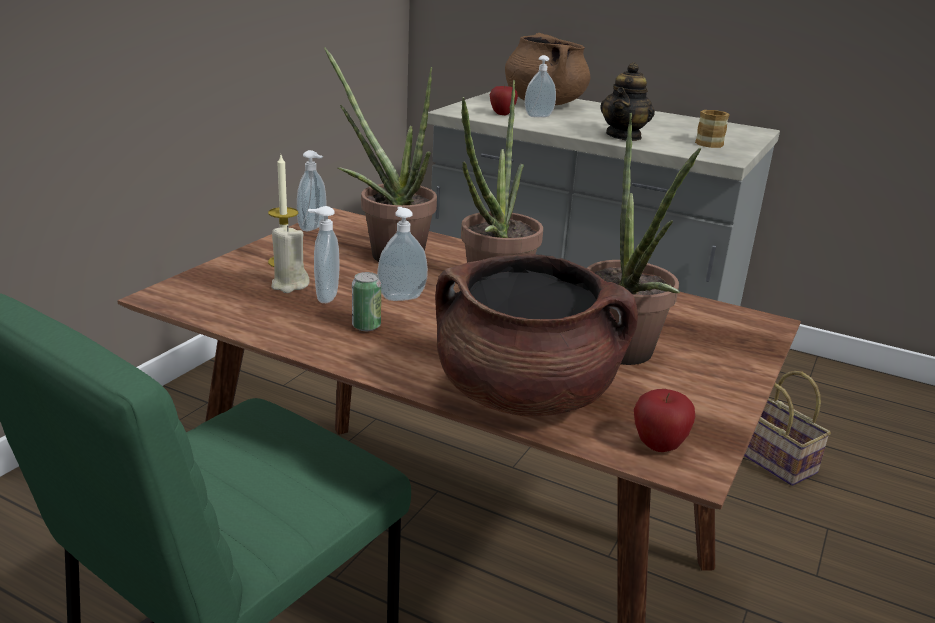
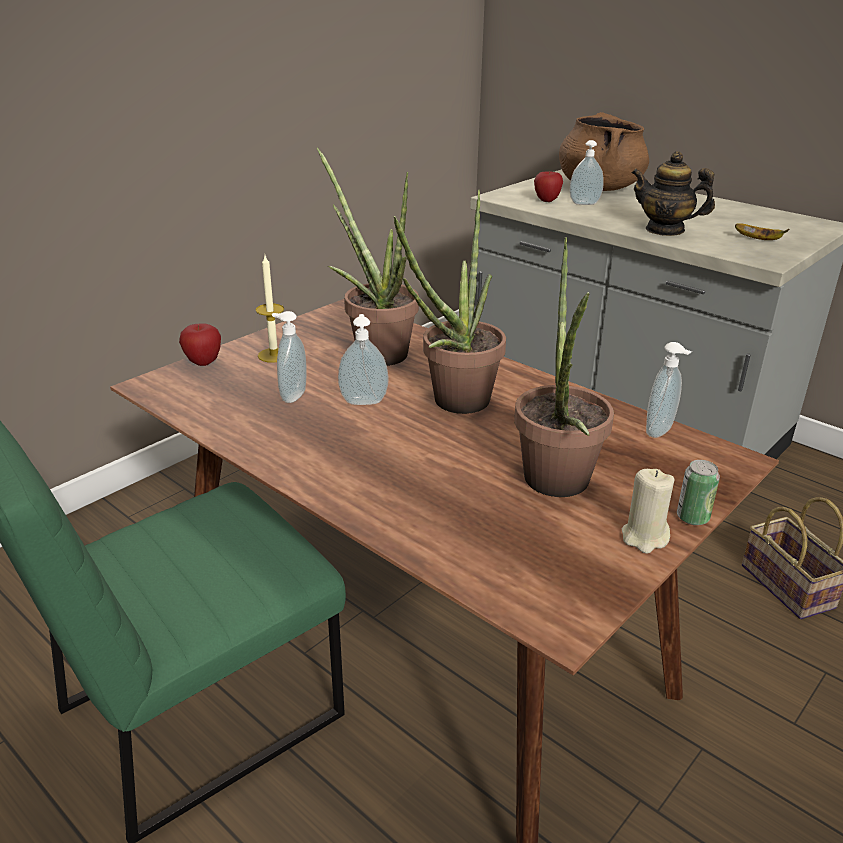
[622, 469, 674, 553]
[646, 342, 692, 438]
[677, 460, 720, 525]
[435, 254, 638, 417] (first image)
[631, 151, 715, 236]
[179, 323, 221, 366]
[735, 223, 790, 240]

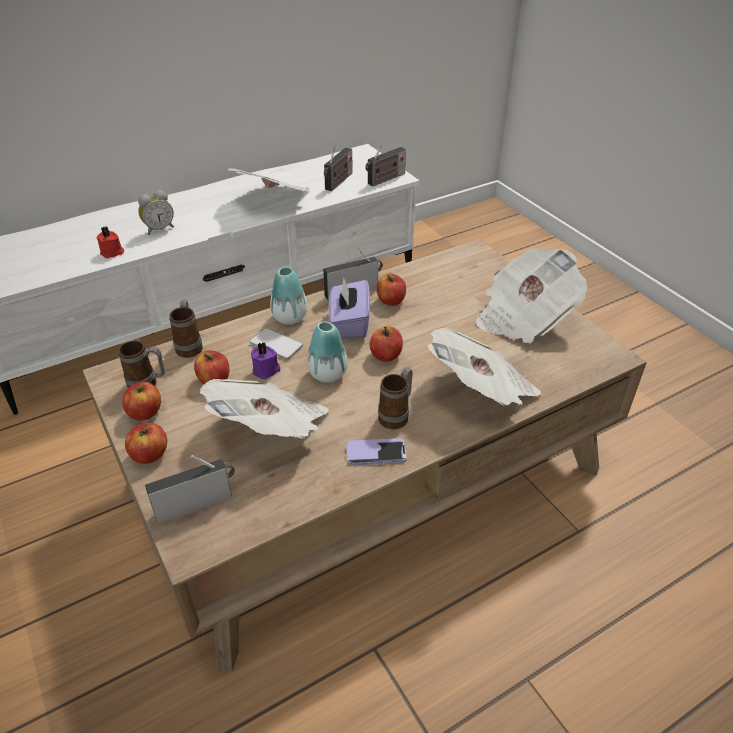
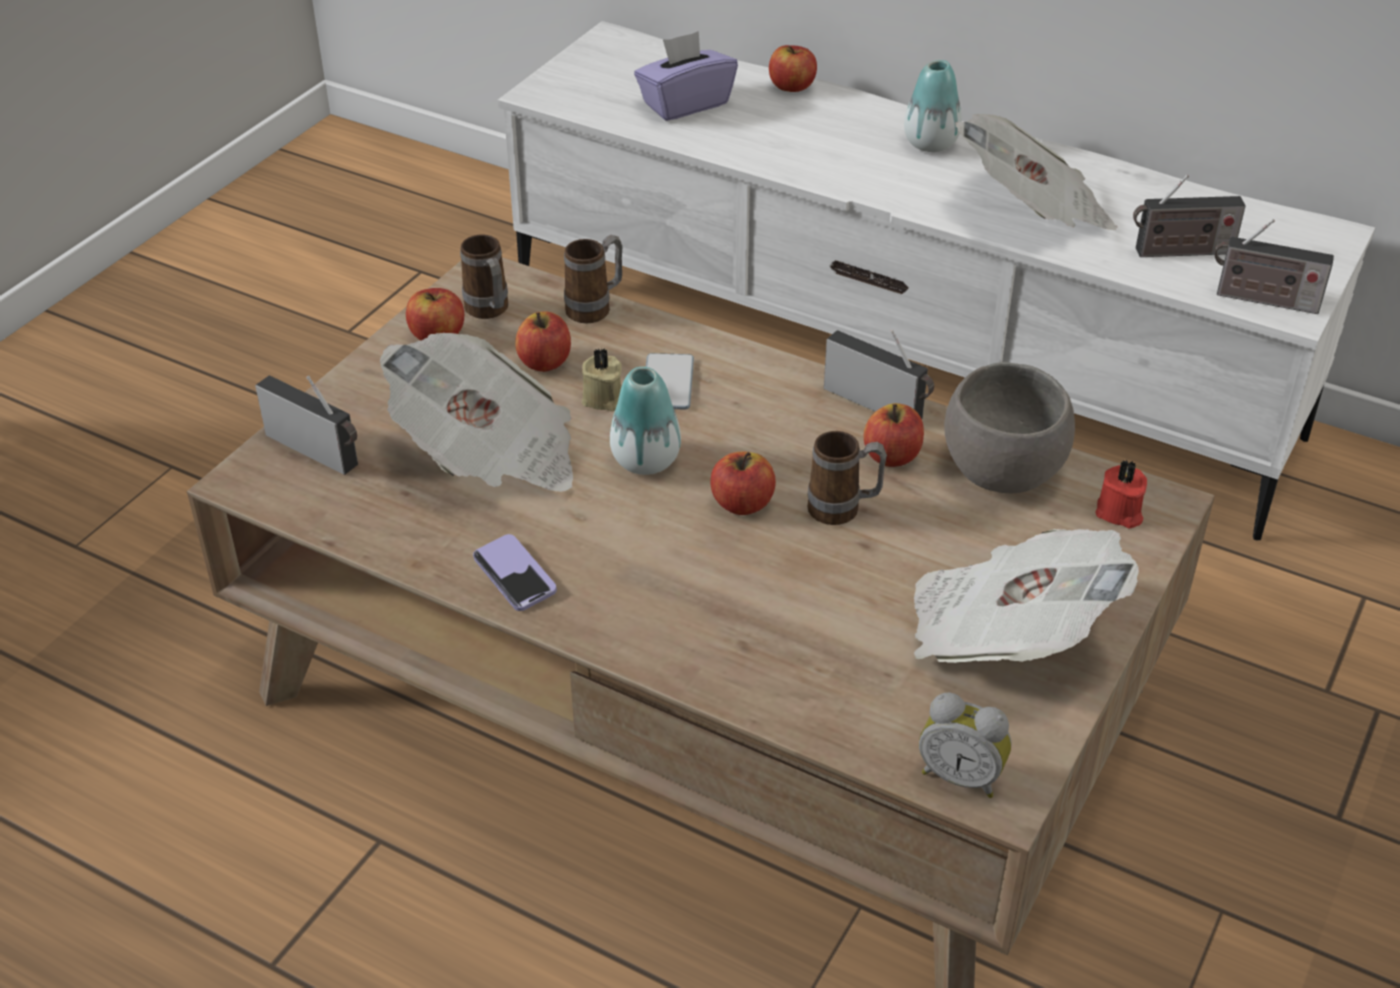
[1095, 460, 1147, 528]
[769, 45, 817, 92]
[919, 692, 1011, 798]
[582, 348, 622, 412]
[904, 60, 962, 152]
[634, 31, 738, 121]
[807, 431, 887, 525]
[427, 328, 541, 406] (first image)
[944, 362, 1075, 494]

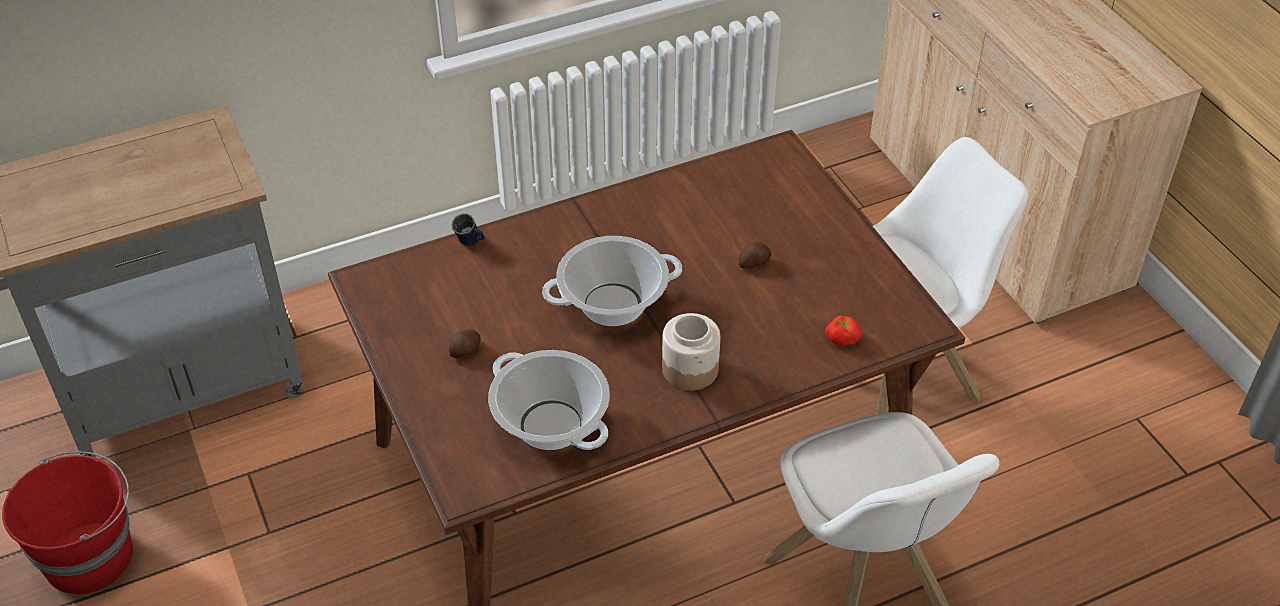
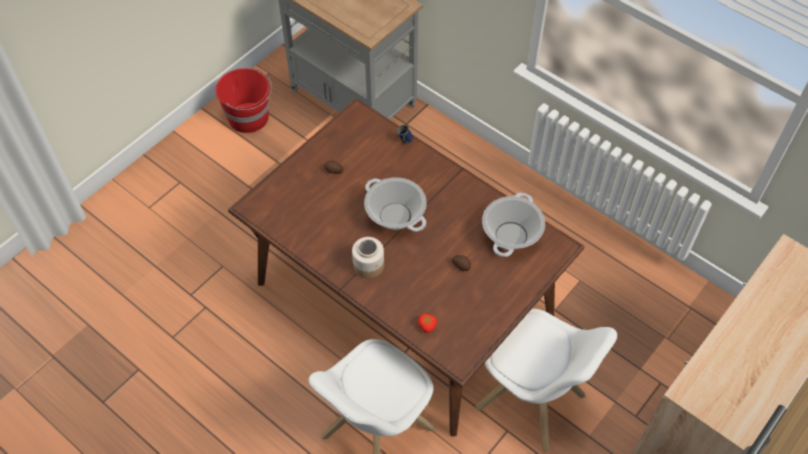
[482, 193, 545, 257]

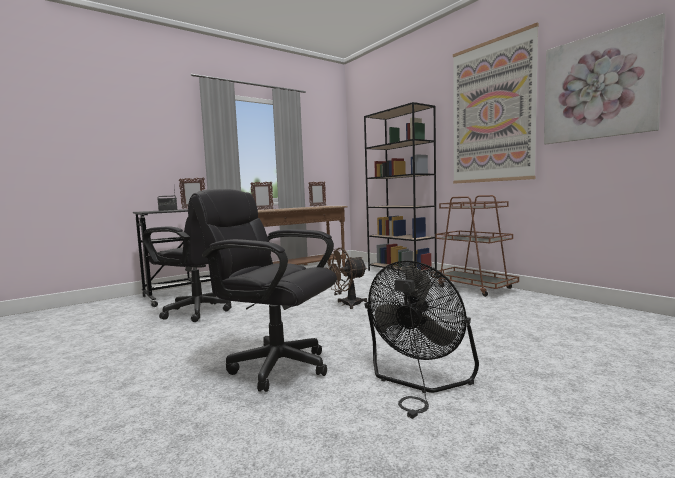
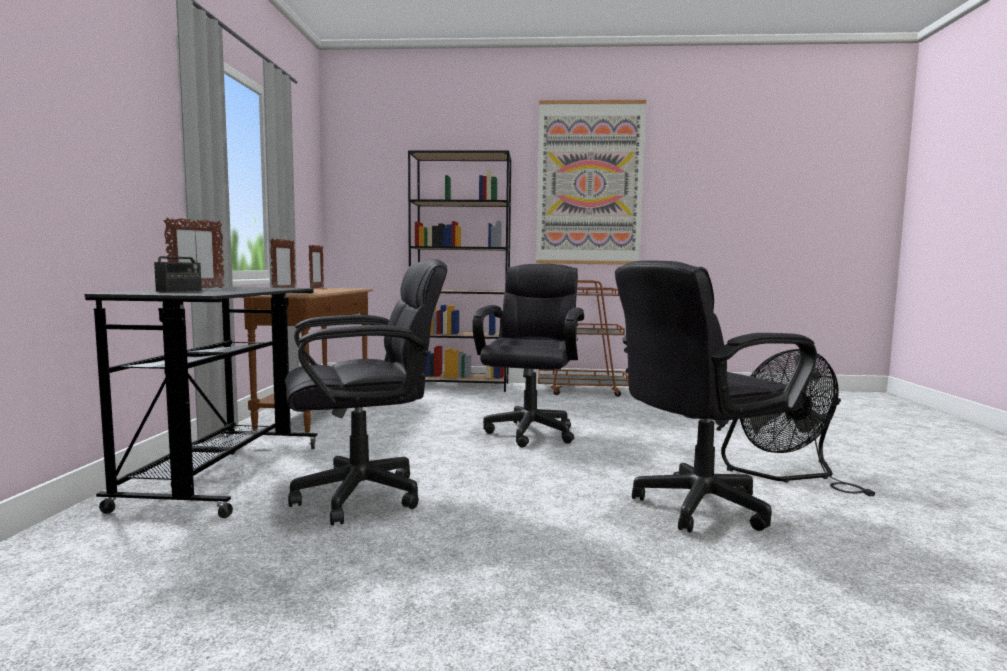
[472, 264, 584, 447]
[544, 13, 665, 144] (first image)

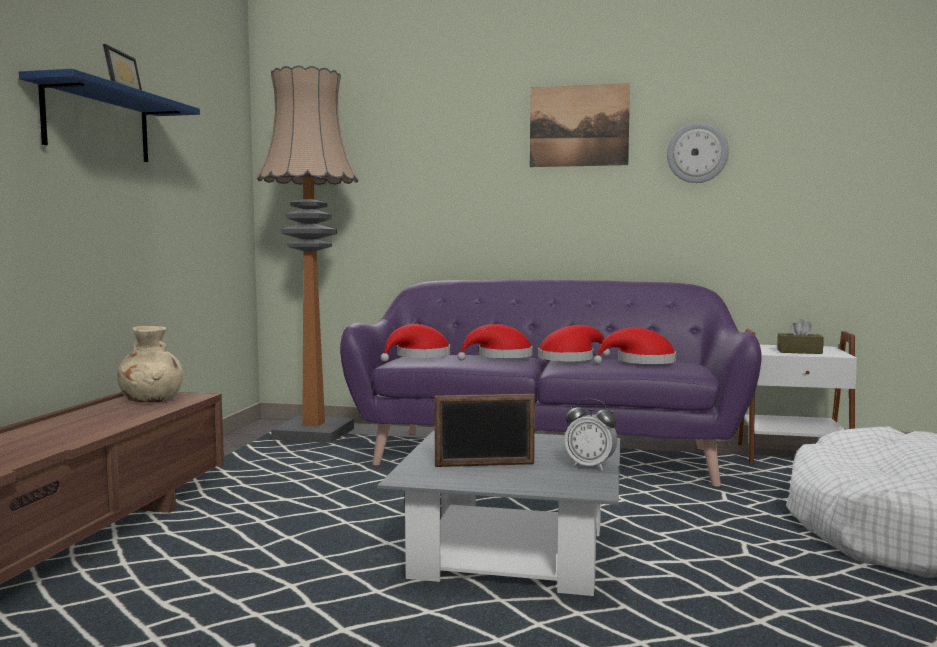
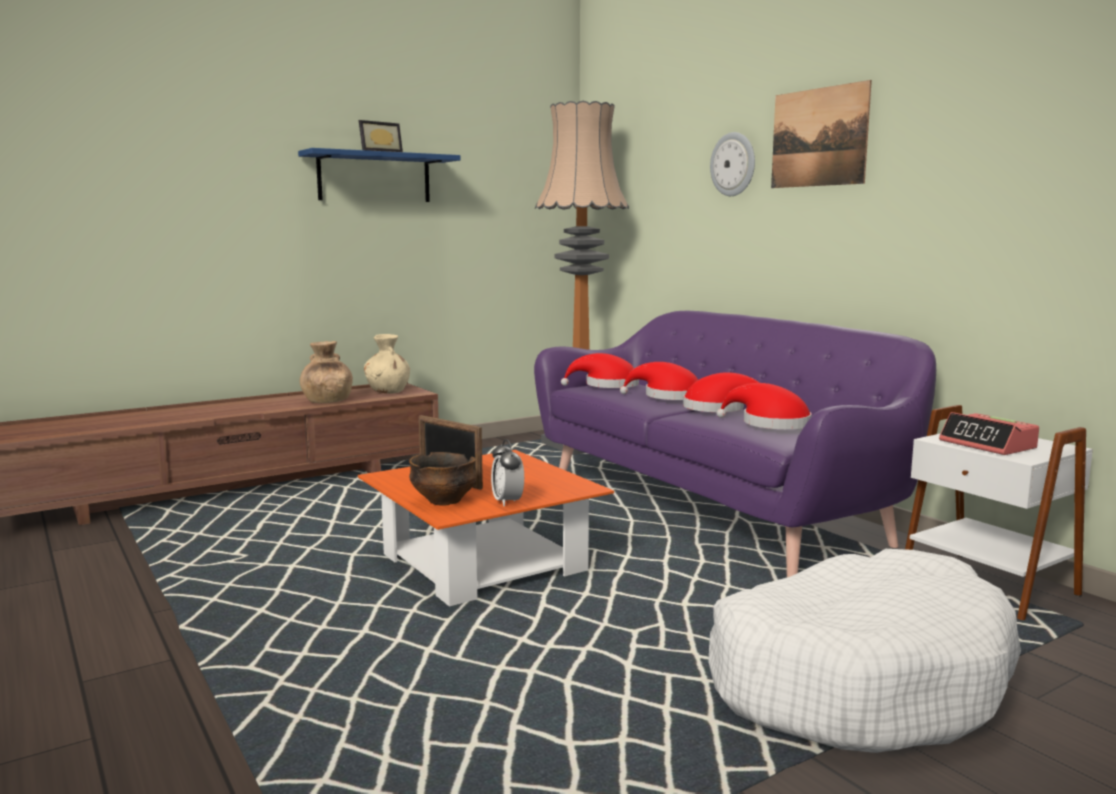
[358, 450, 614, 607]
[710, 132, 755, 196]
[939, 412, 1039, 455]
[300, 341, 353, 403]
[409, 452, 477, 506]

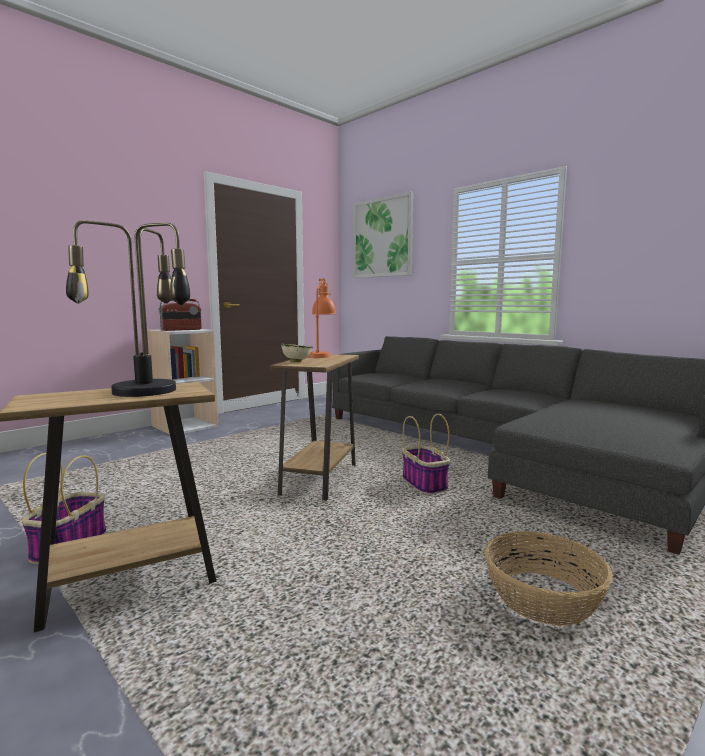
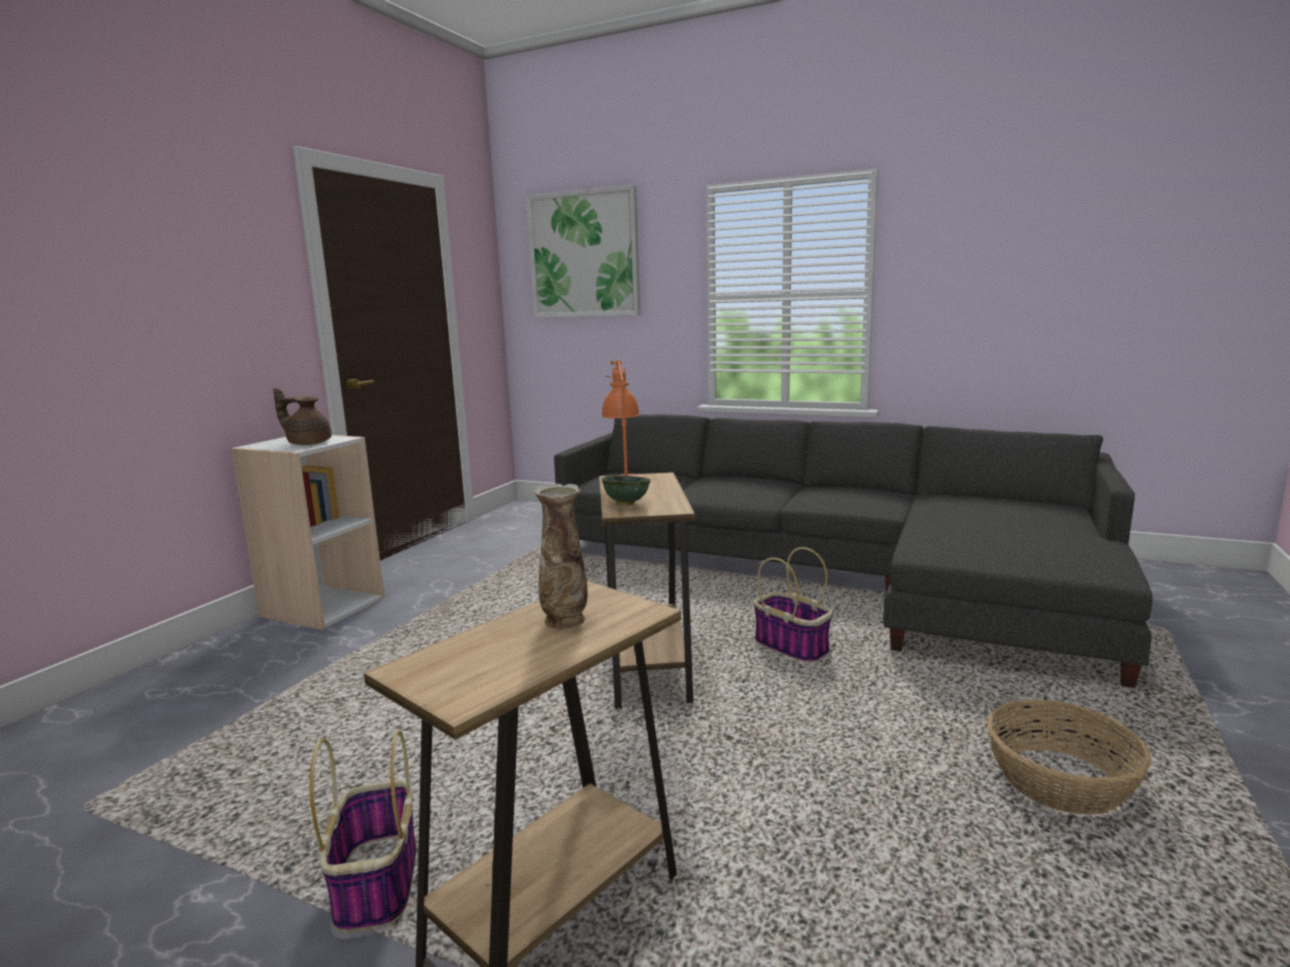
[534, 484, 587, 630]
[273, 388, 332, 445]
[602, 475, 651, 506]

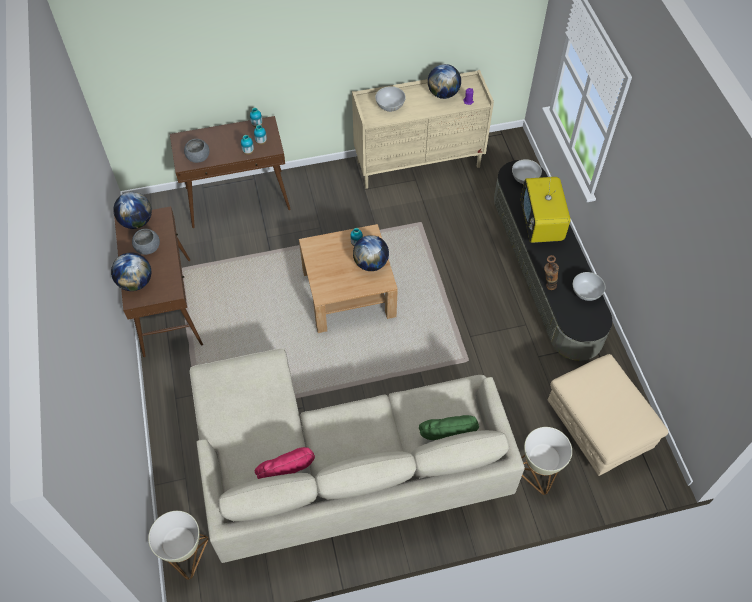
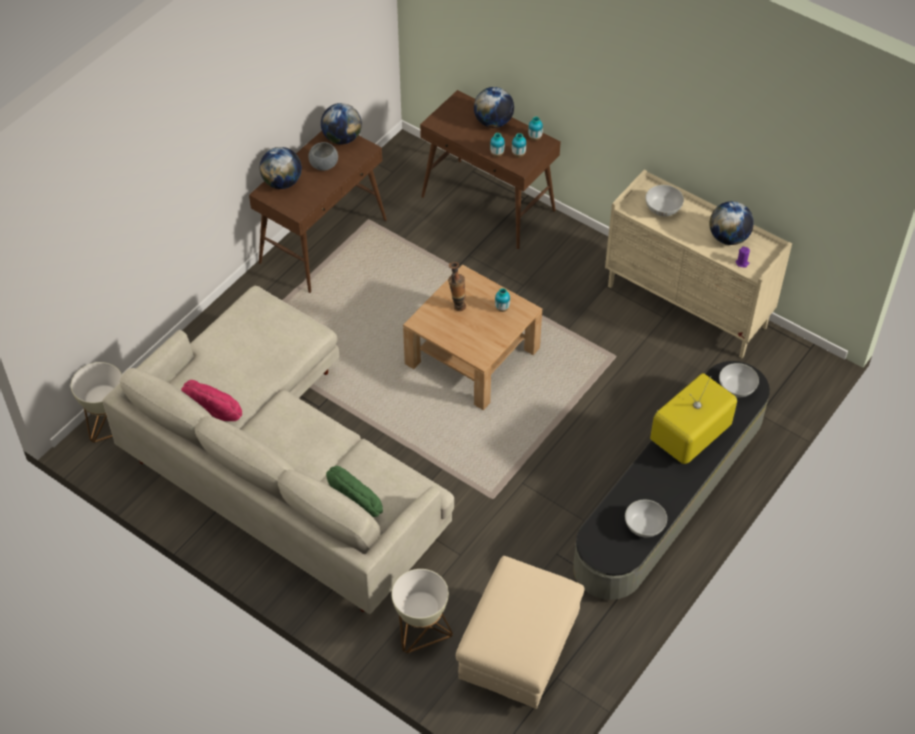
[184, 139, 210, 163] (first image)
[474, 87, 514, 128]
[448, 262, 466, 311]

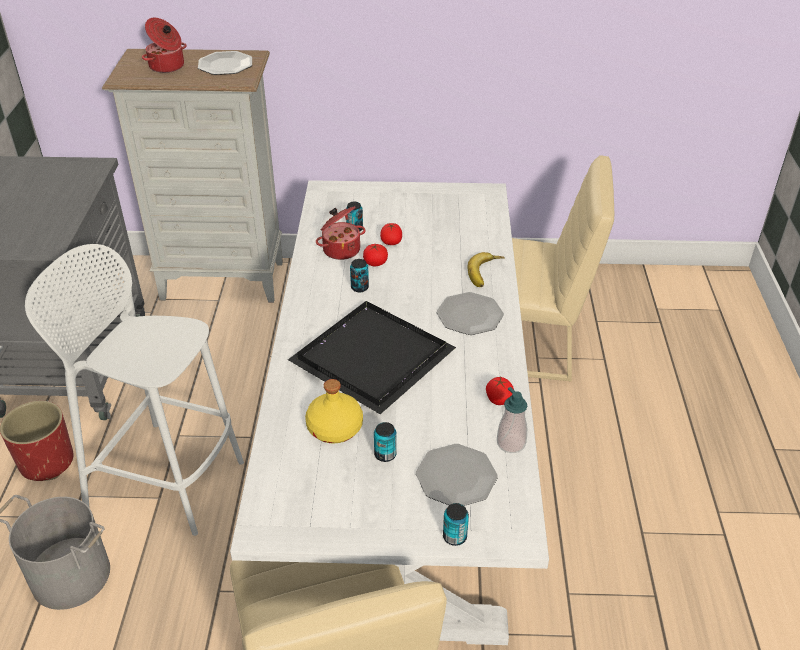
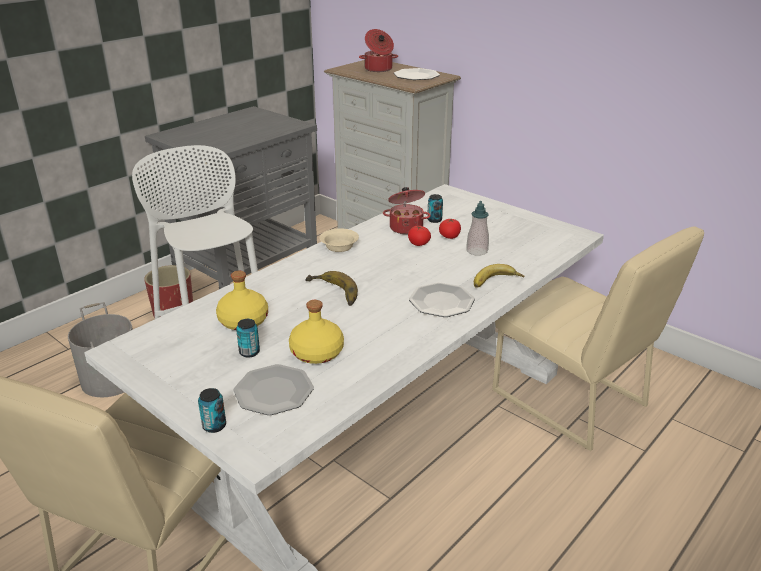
[305, 271, 358, 306]
[350, 259, 369, 292] (first image)
[486, 377, 514, 405] (first image)
[466, 201, 489, 256]
[289, 300, 344, 364]
[320, 228, 359, 252]

